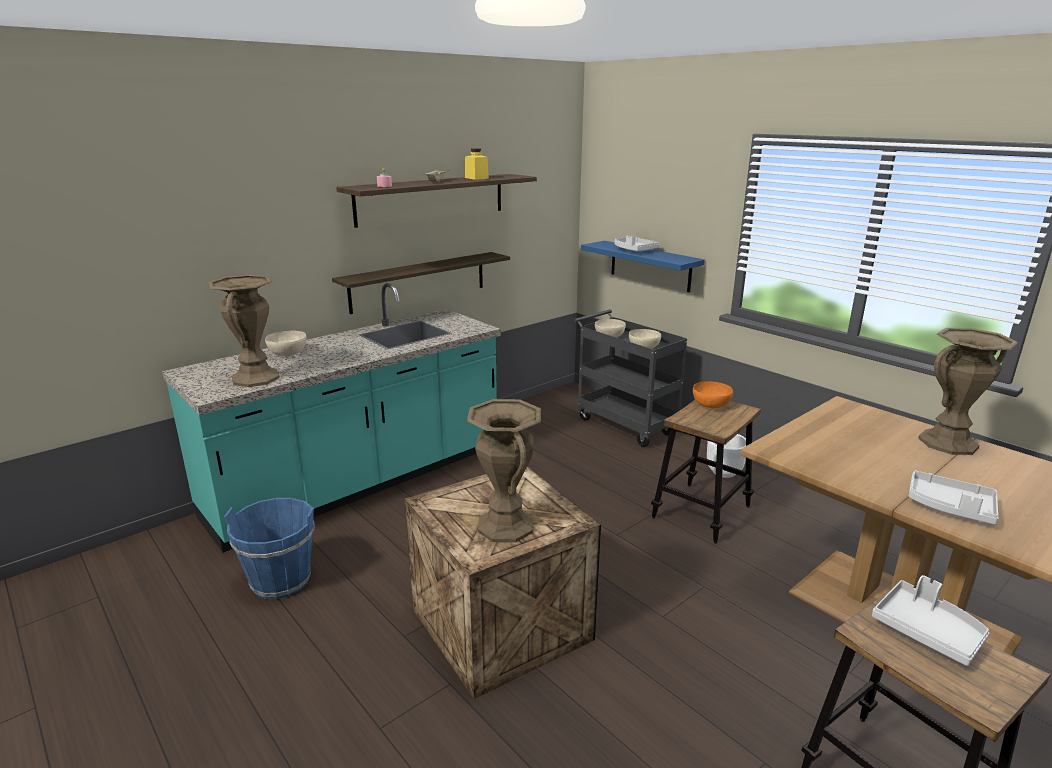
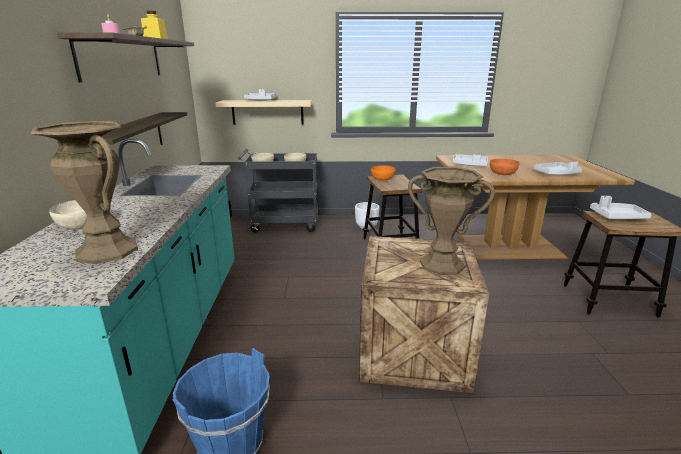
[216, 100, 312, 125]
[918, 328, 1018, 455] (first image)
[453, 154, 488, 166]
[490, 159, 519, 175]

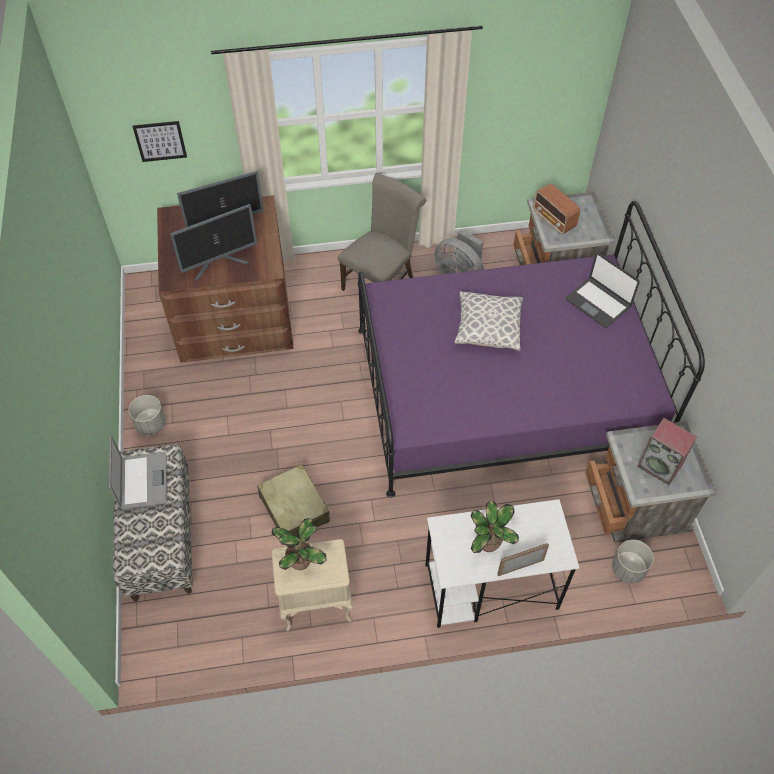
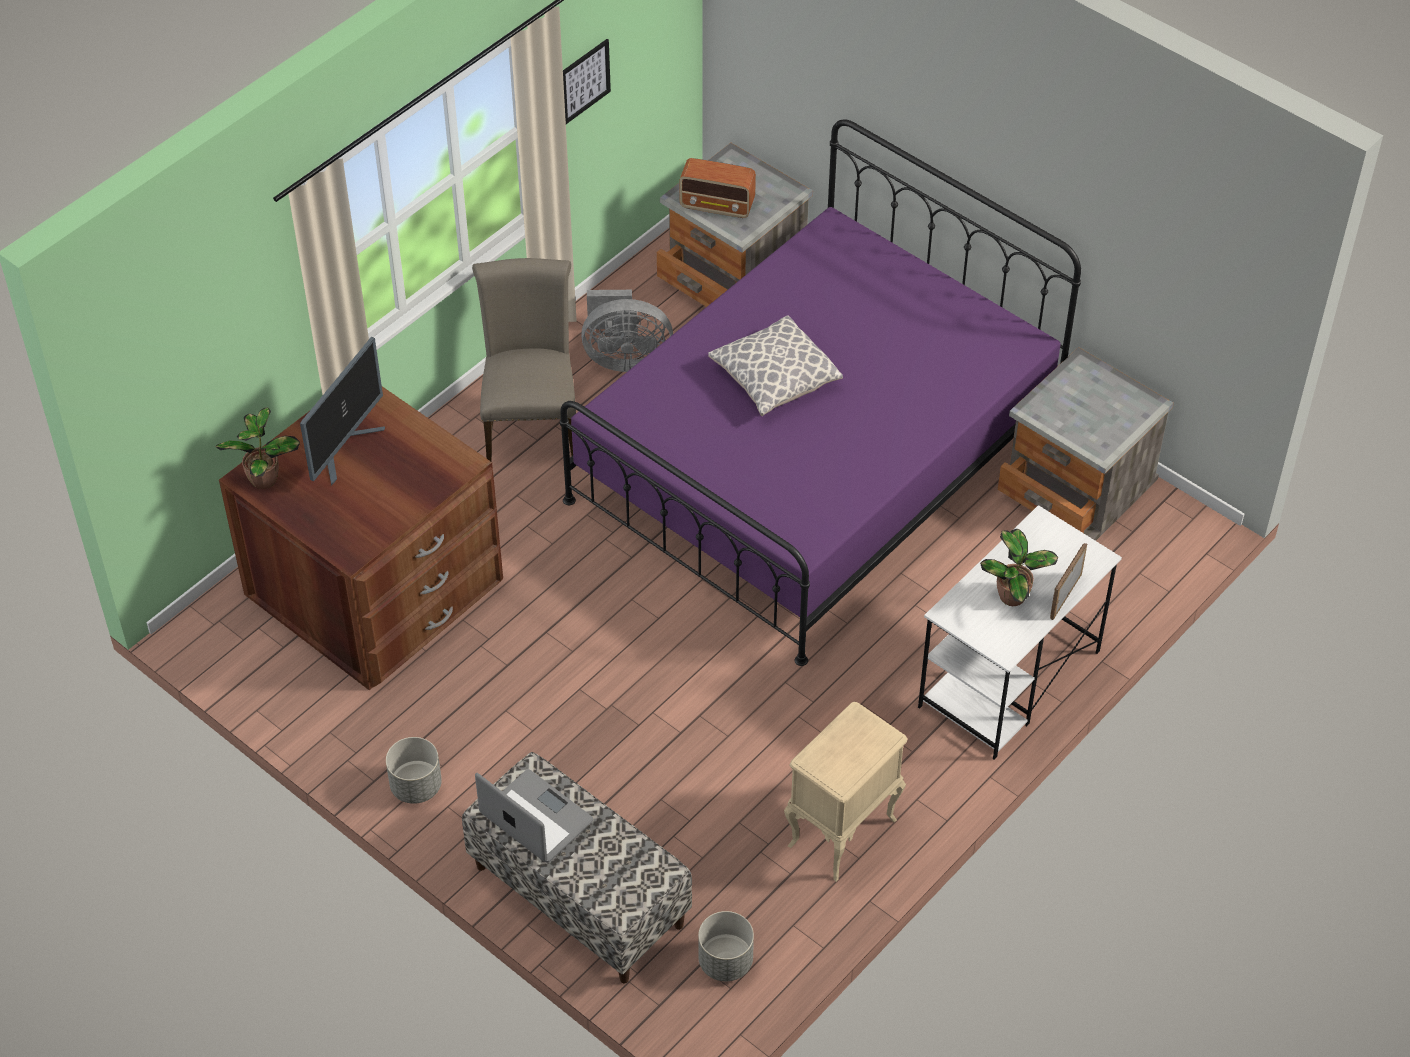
[563, 39, 611, 124]
[170, 204, 257, 281] (first image)
[257, 464, 330, 536] (first image)
[215, 407, 300, 489]
[566, 253, 640, 328] (first image)
[698, 911, 754, 981]
[637, 418, 697, 485] (first image)

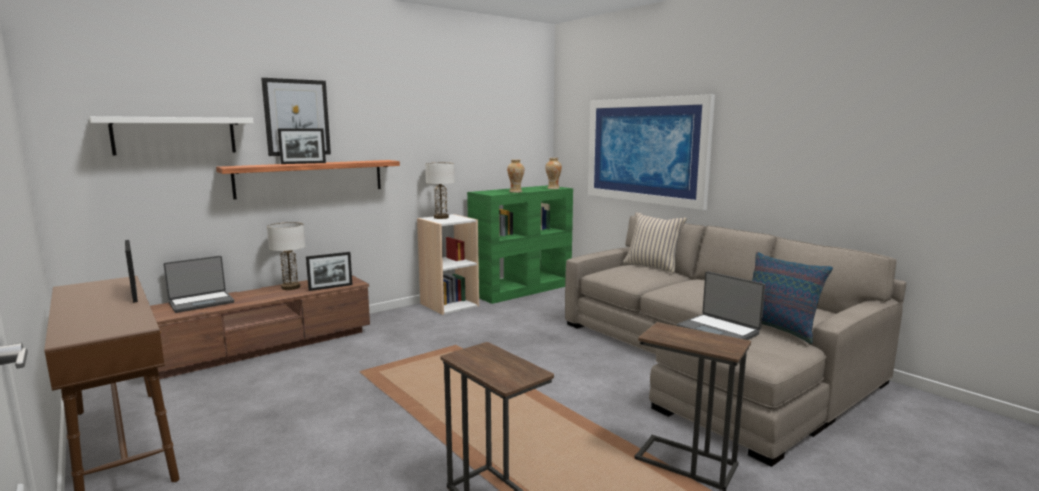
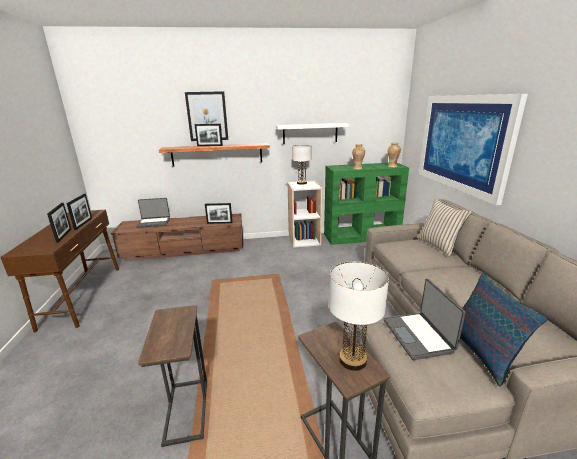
[276, 123, 349, 144]
[329, 261, 389, 371]
[47, 203, 71, 243]

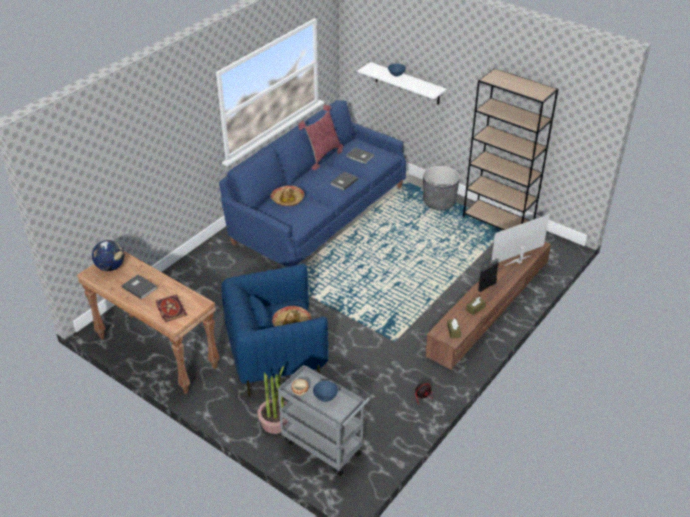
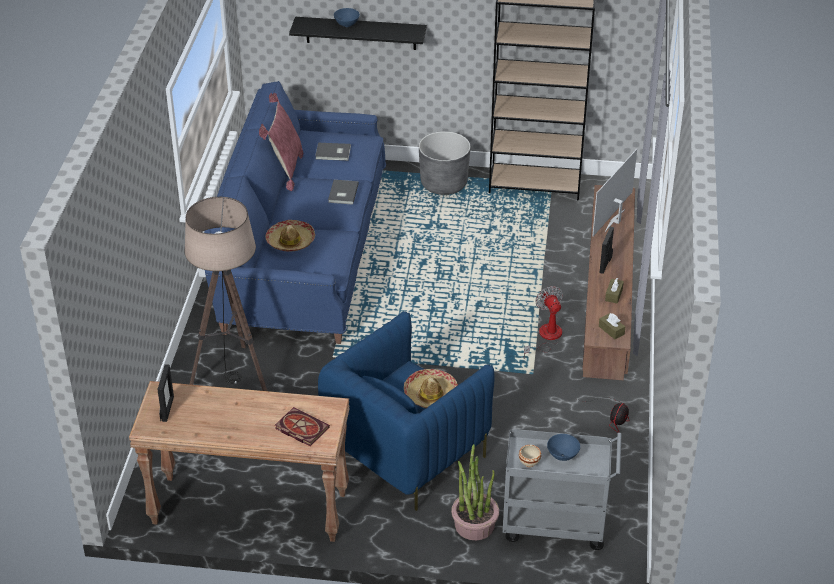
[157, 364, 174, 422]
[122, 274, 157, 300] (first image)
[289, 17, 427, 50]
[185, 197, 267, 391]
[523, 286, 563, 358]

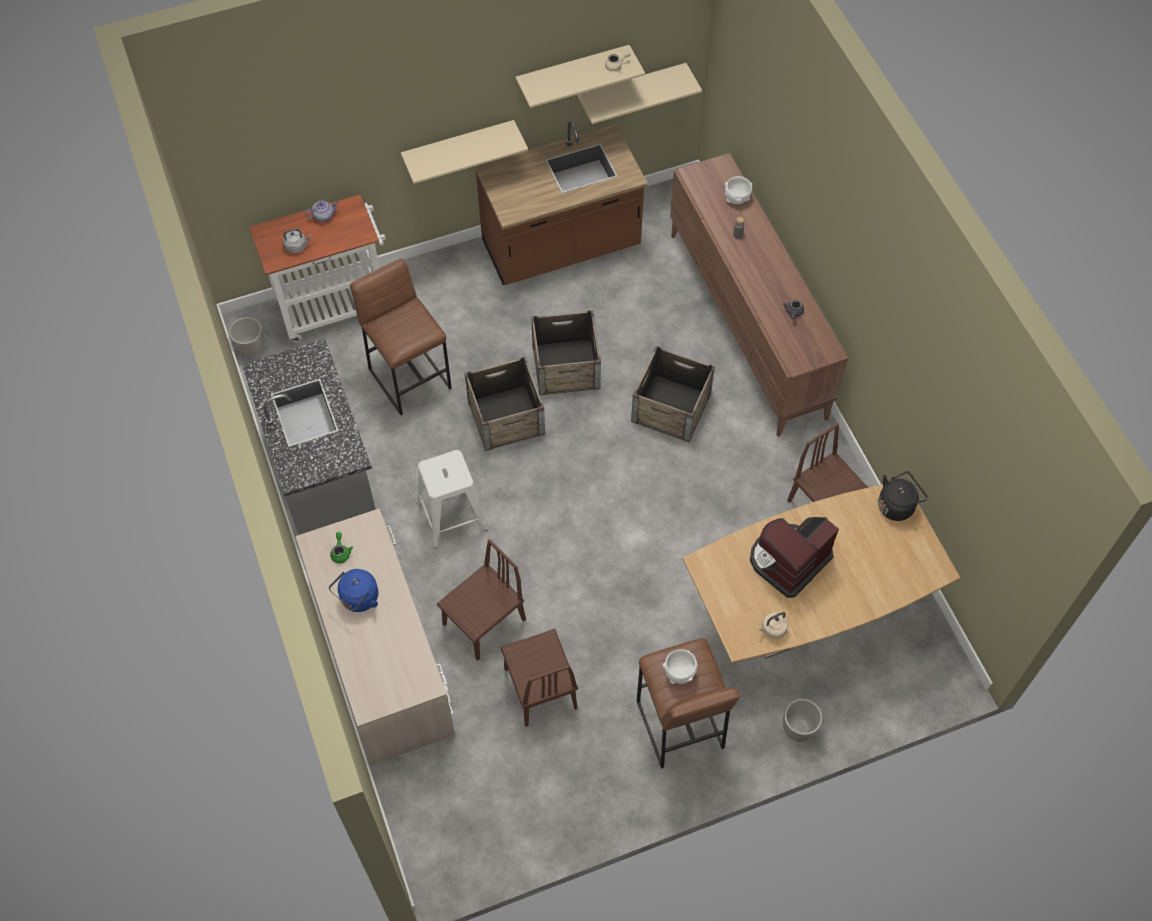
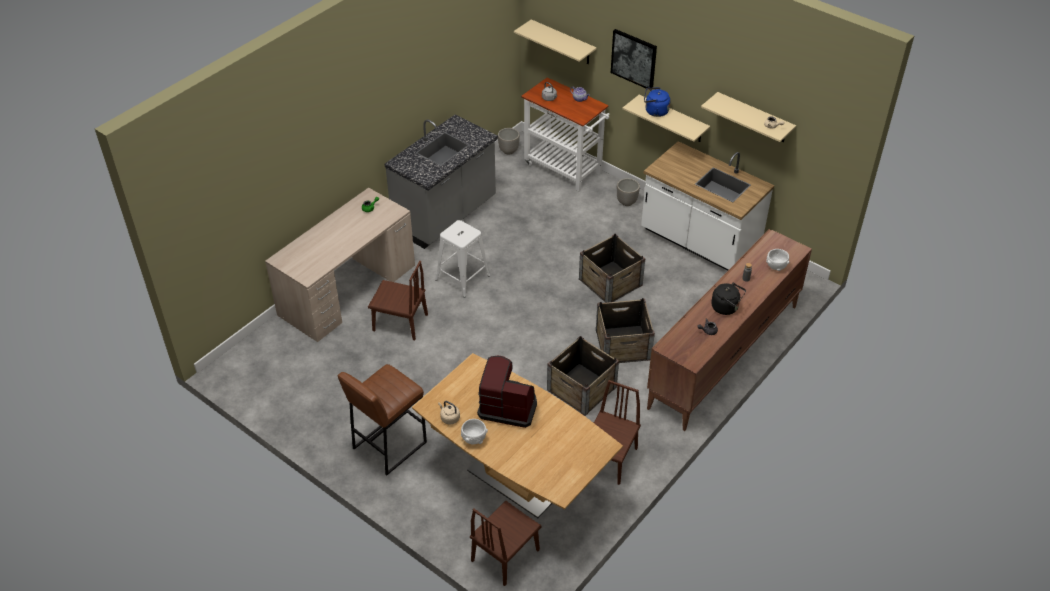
[644, 87, 670, 117]
[350, 258, 452, 415] (first image)
[547, 336, 619, 416]
[641, 141, 774, 270]
[470, 501, 542, 586]
[514, 19, 597, 64]
[461, 419, 488, 444]
[617, 178, 640, 206]
[711, 282, 746, 315]
[611, 29, 657, 89]

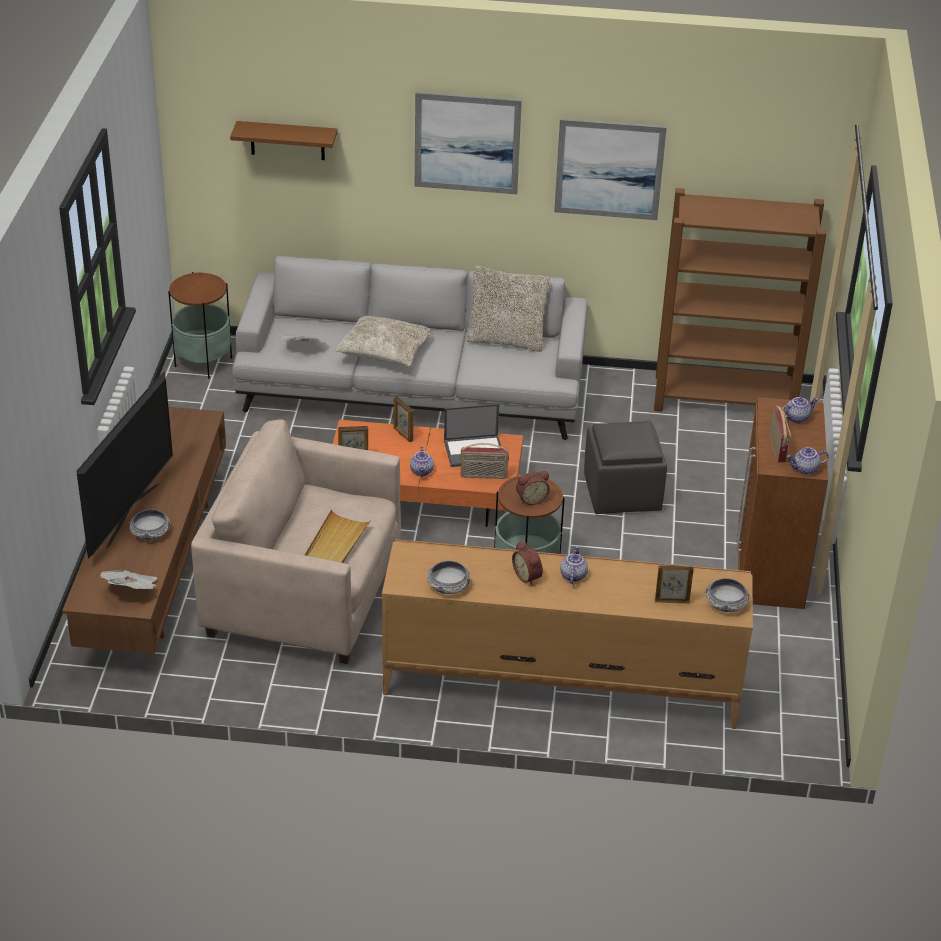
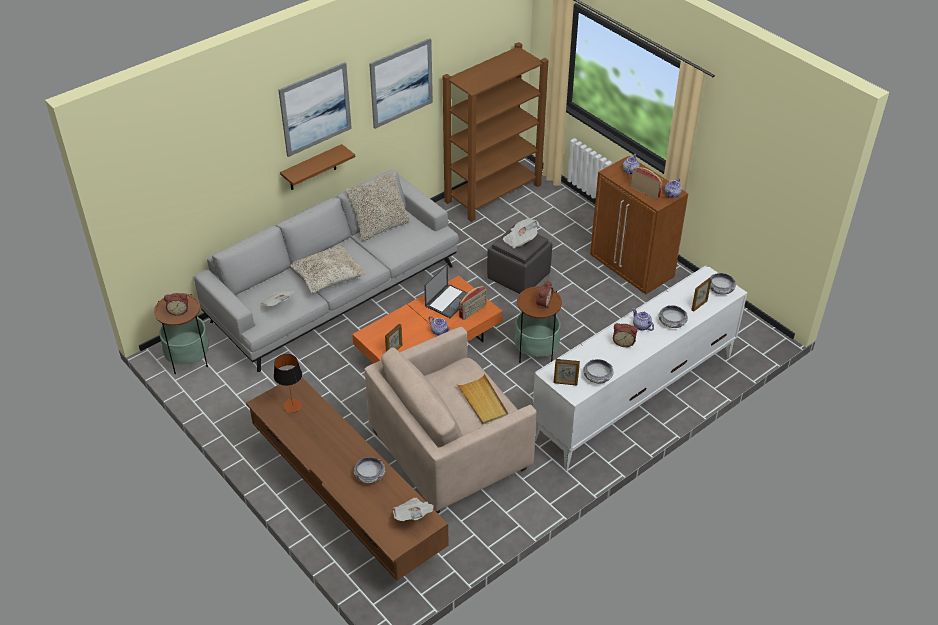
[77, 372, 173, 559] (first image)
[280, 144, 355, 190]
[533, 265, 747, 471]
[554, 359, 580, 385]
[164, 293, 188, 316]
[274, 354, 302, 413]
[503, 218, 539, 248]
[659, 306, 688, 328]

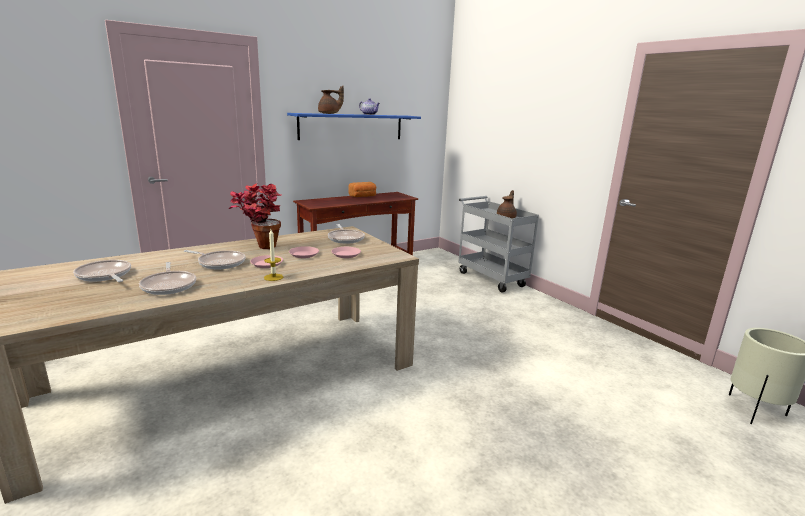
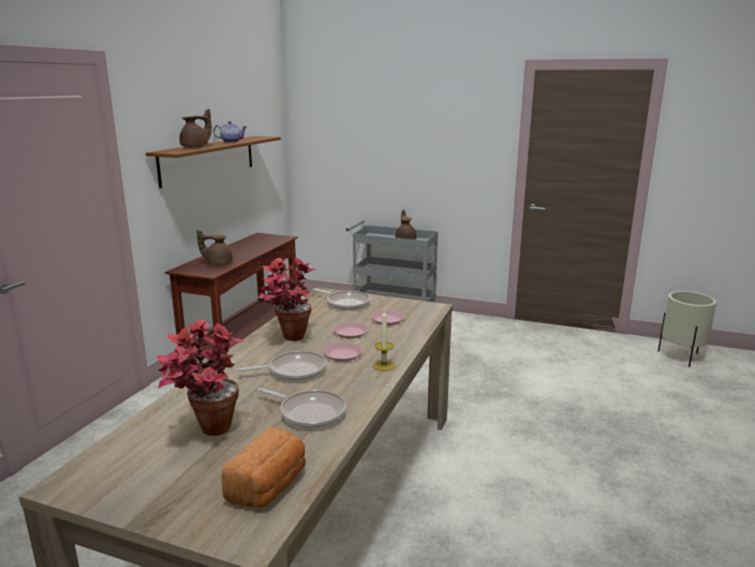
[156, 320, 244, 436]
[146, 136, 281, 188]
[221, 427, 306, 509]
[197, 230, 233, 266]

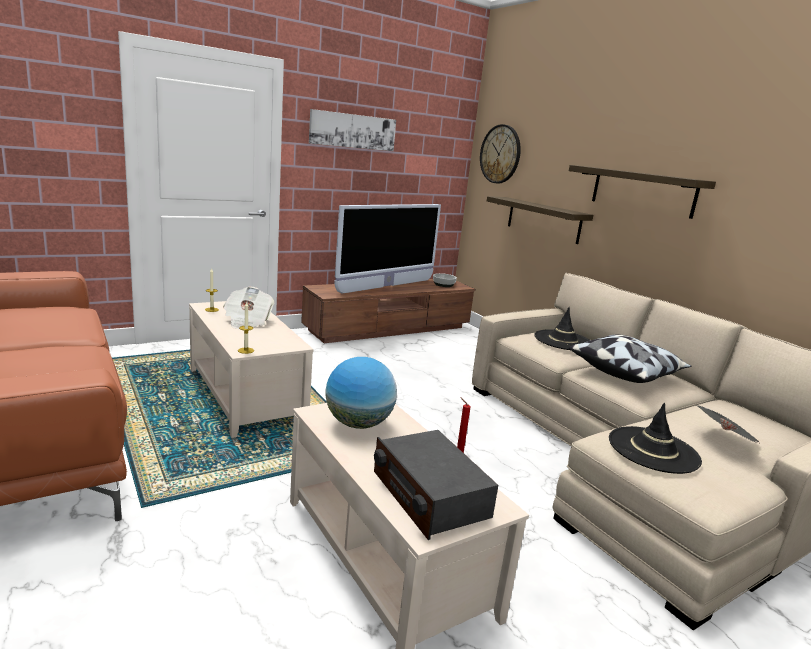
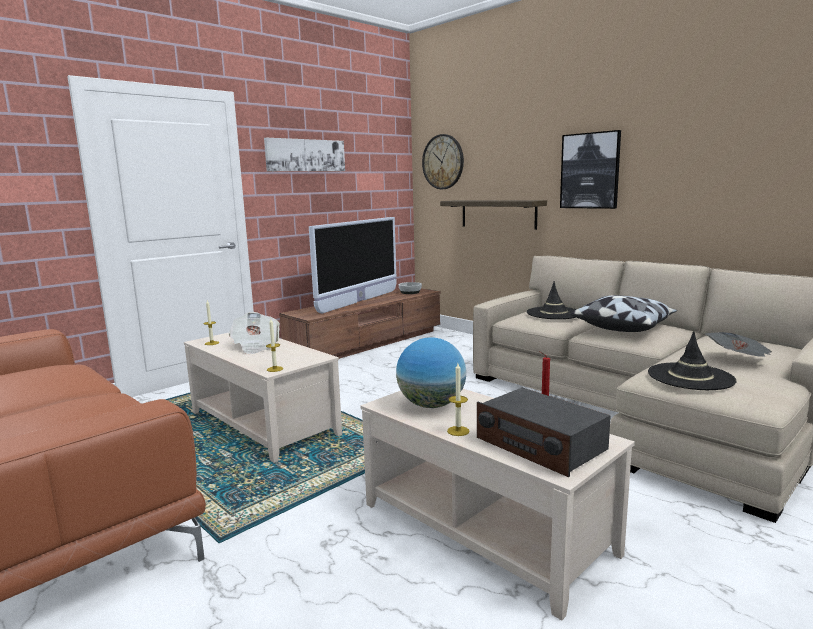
[560, 130, 621, 209]
[447, 363, 470, 436]

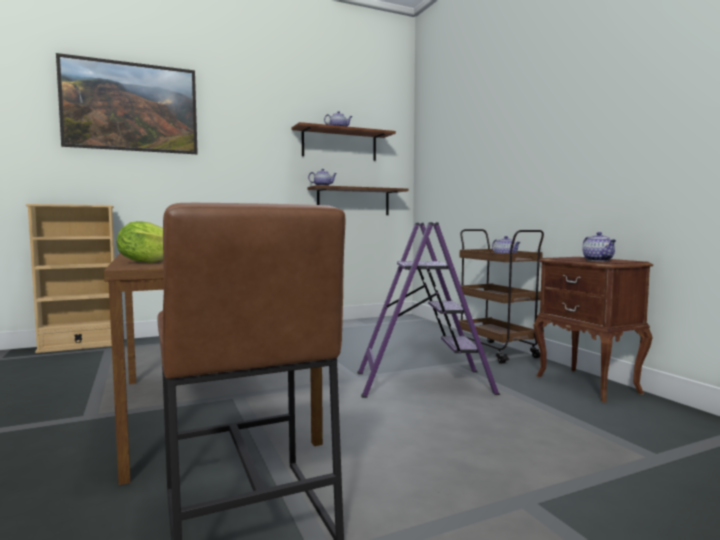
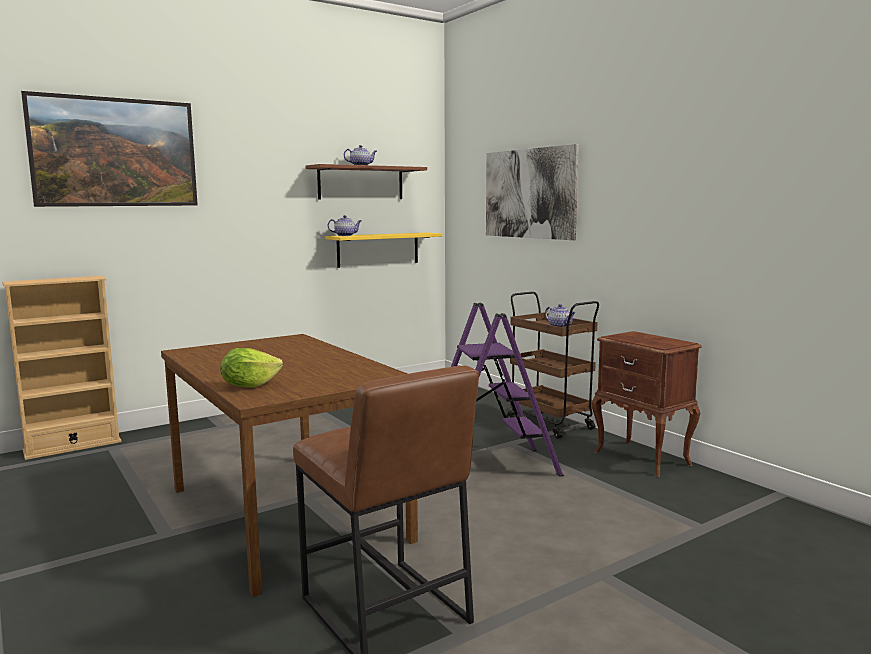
[326, 233, 442, 268]
[583, 232, 616, 261] (first image)
[486, 144, 579, 240]

